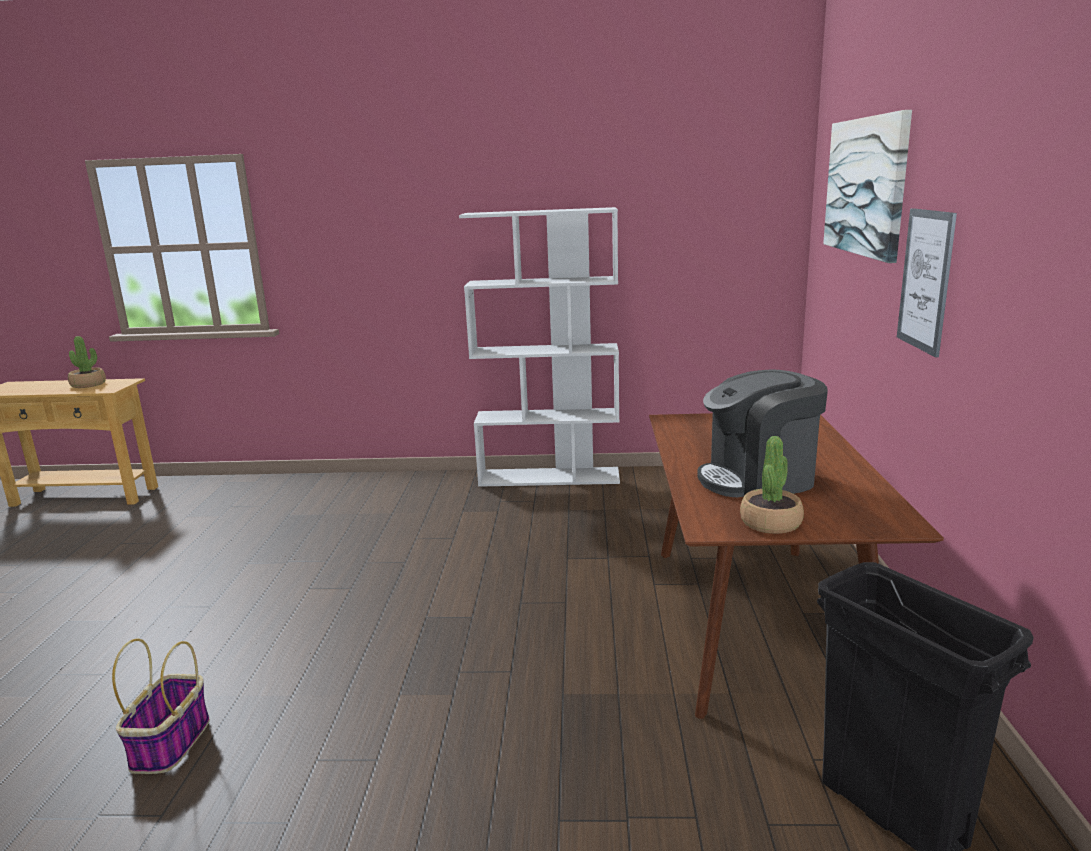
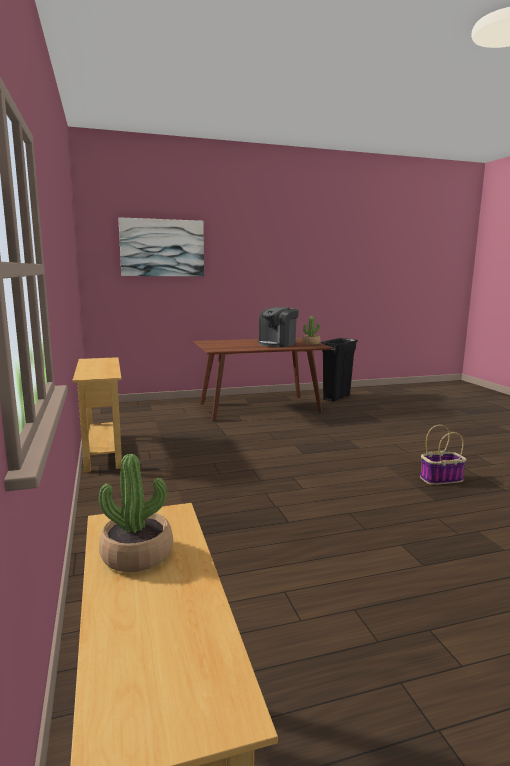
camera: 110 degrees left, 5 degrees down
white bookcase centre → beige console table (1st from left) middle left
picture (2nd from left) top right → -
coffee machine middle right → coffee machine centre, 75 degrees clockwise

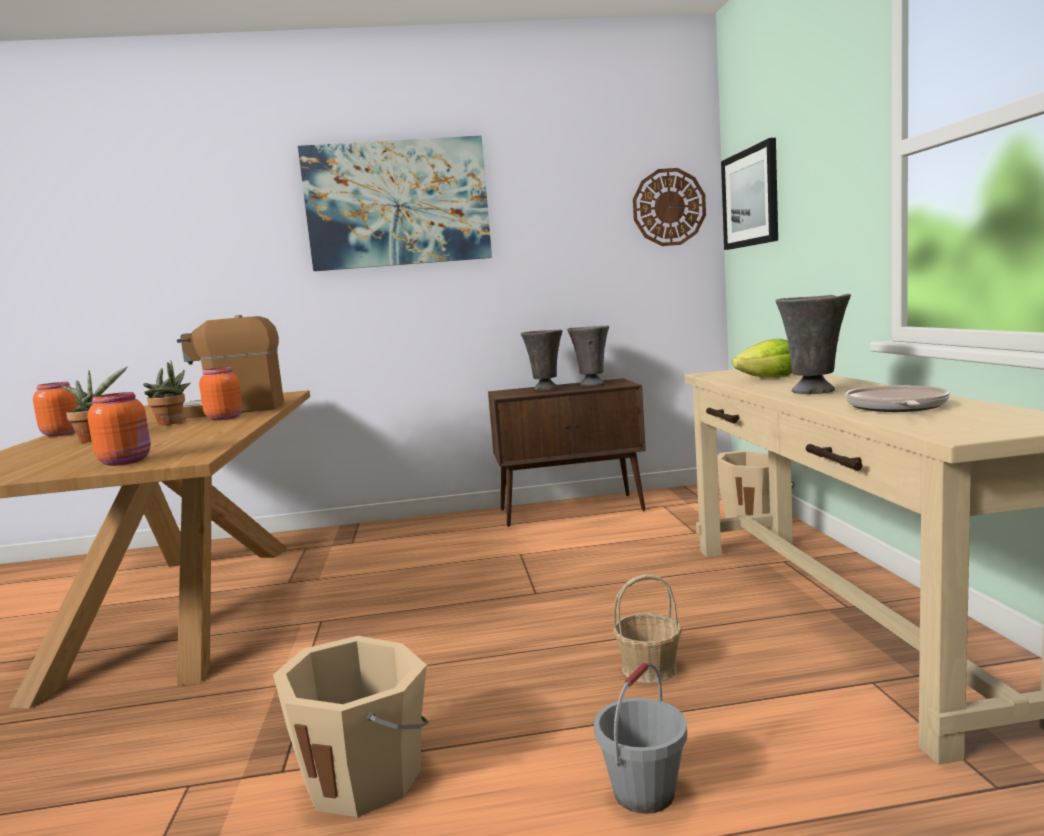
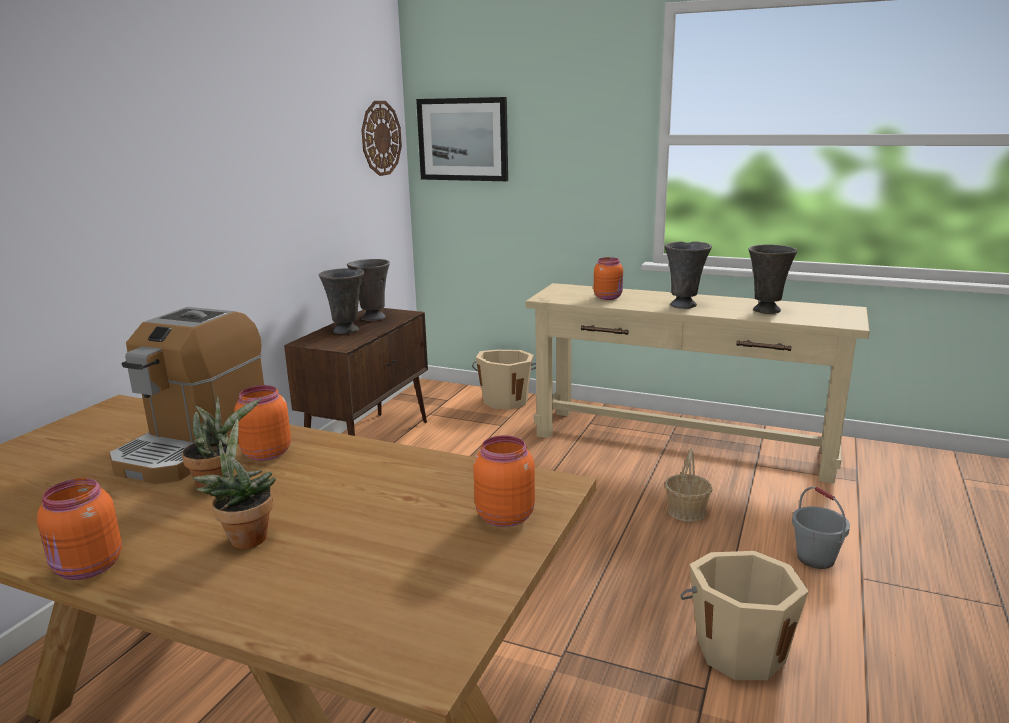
camera: 60 degrees left, 10 degrees up
picture (1st from left) top centre → -
lettuce middle right → orange jar (4th from left) centre
frying pan middle right → grey vase (4th from left) middle right

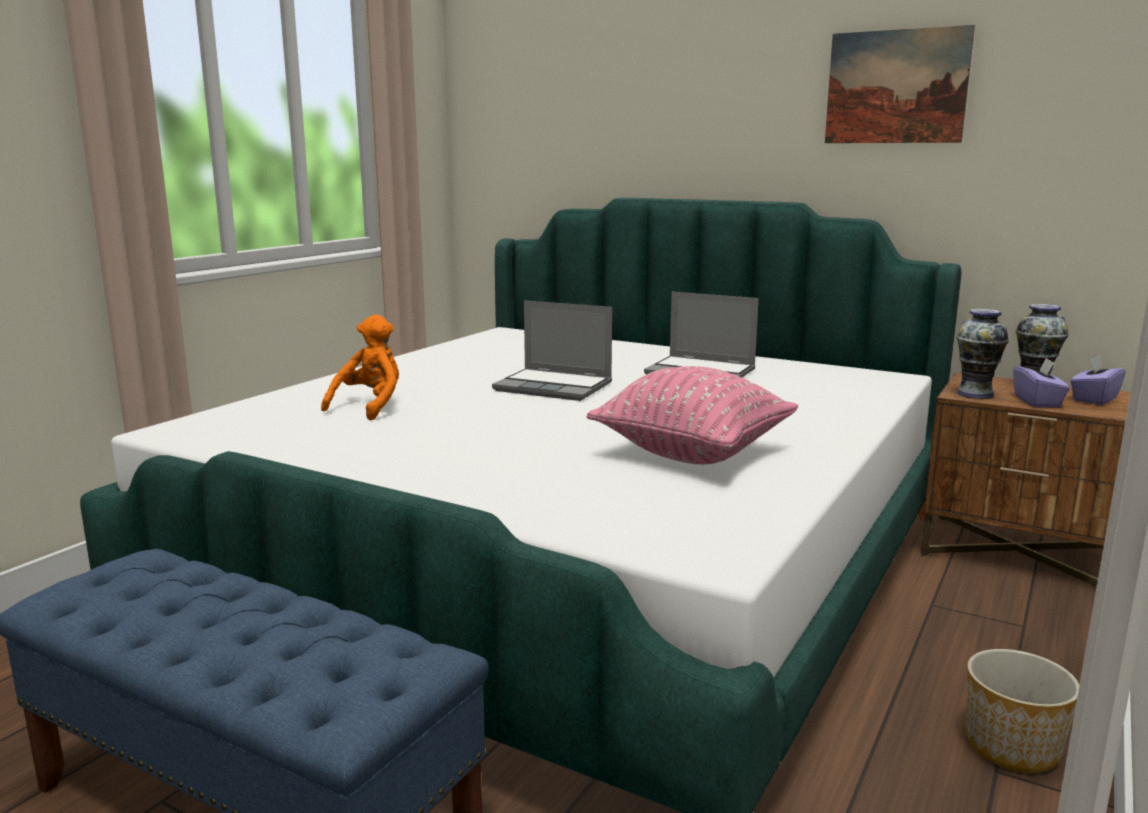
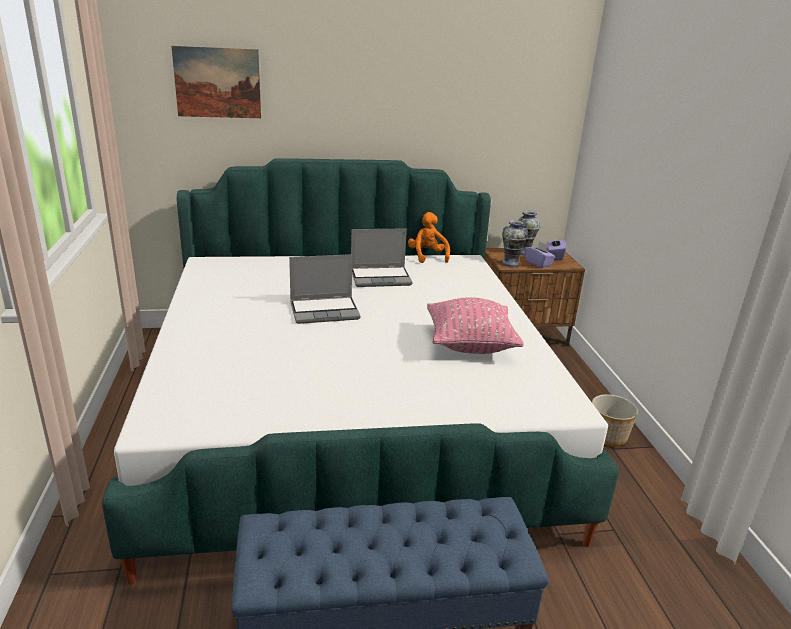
camera: 40 degrees left, 10 degrees up
picture top right → picture top left, move
orange plush toy middle left → orange plush toy centre, move

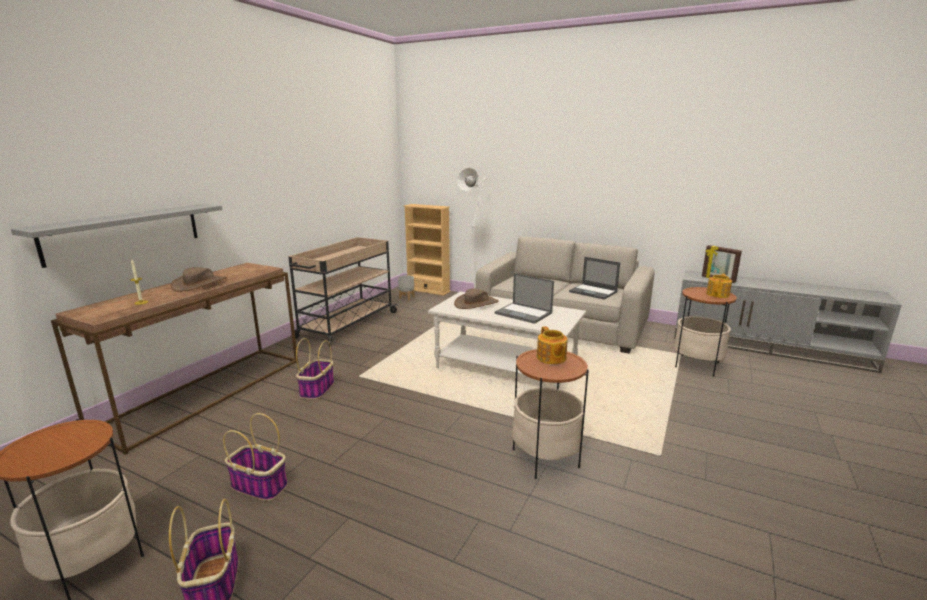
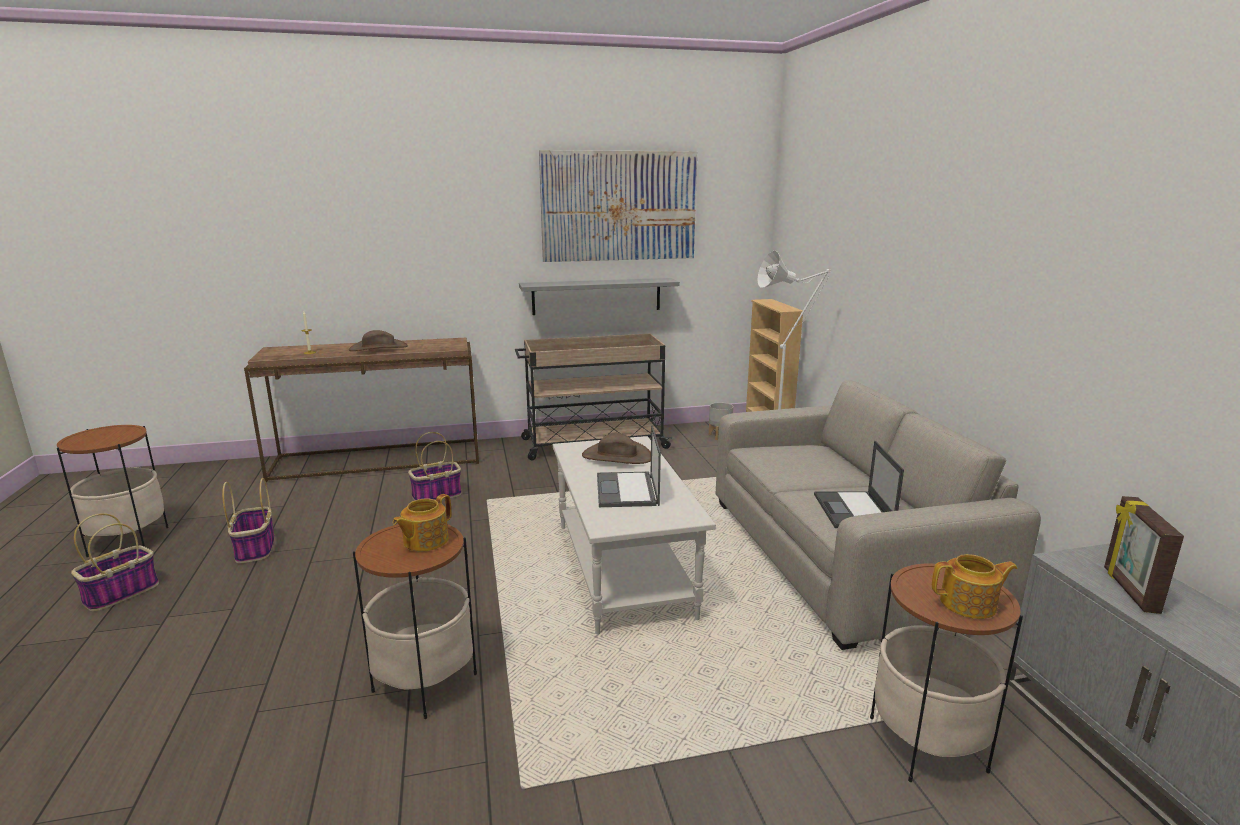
camera: 50 degrees right, 0 degrees up
grey shelf middle left → grey shelf centre, move
- → picture top centre

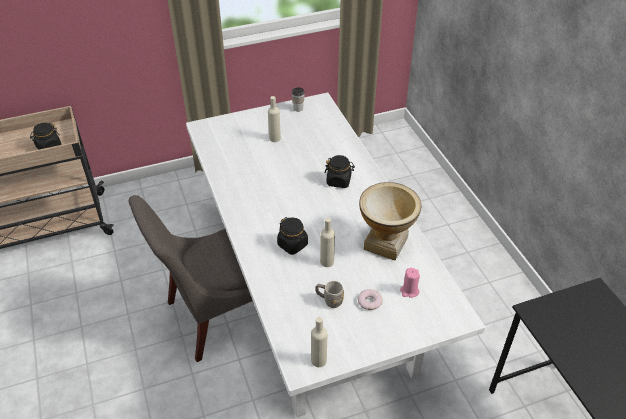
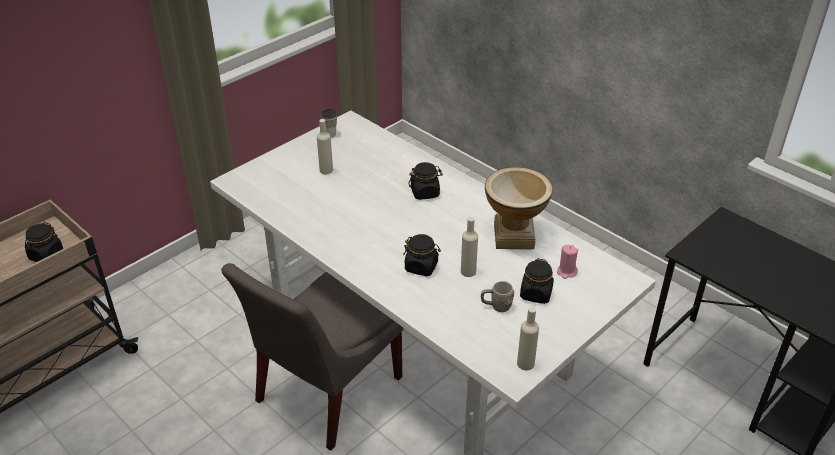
camera: 25 degrees left, 5 degrees down
donut bottom centre → black jar (4th from left) centre

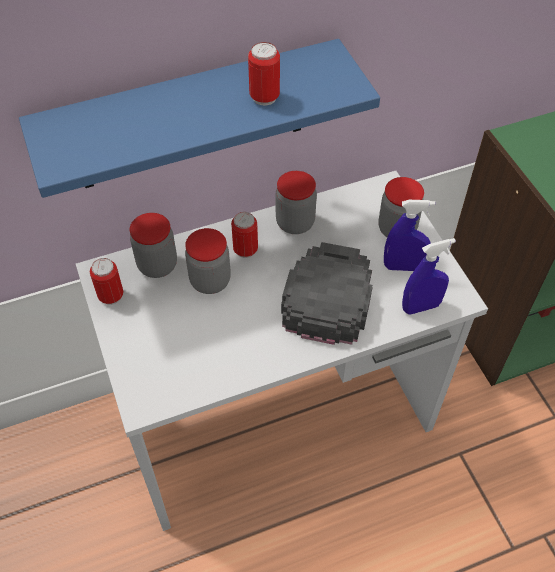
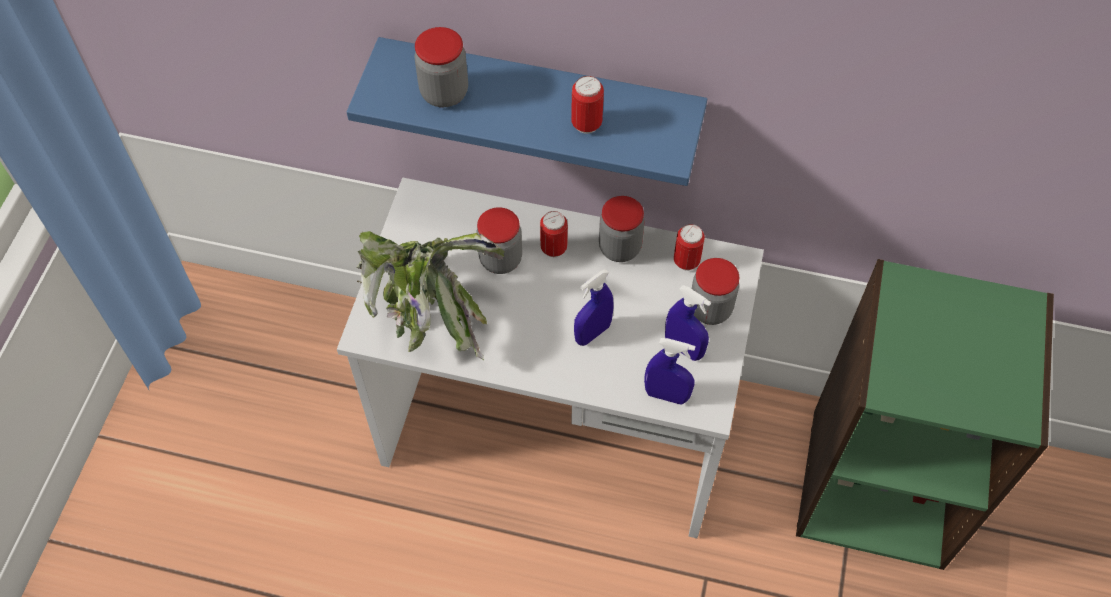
camera: 35 degrees right, 5 degrees up
jar (1st from left) middle left → jar (1st from left) top centre, move
black cap centre → blue spray bottle (1st from left) centre
can (1st from left in the first image) middle left → can (3rd from left) centre, move
- → potted plant centre

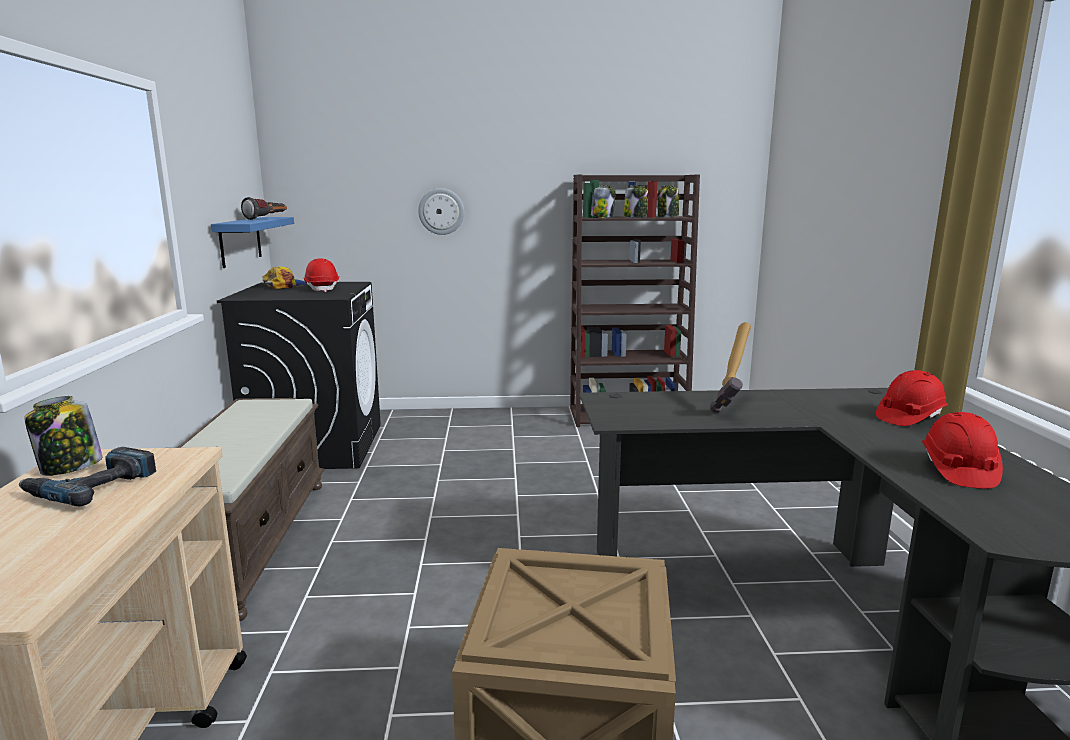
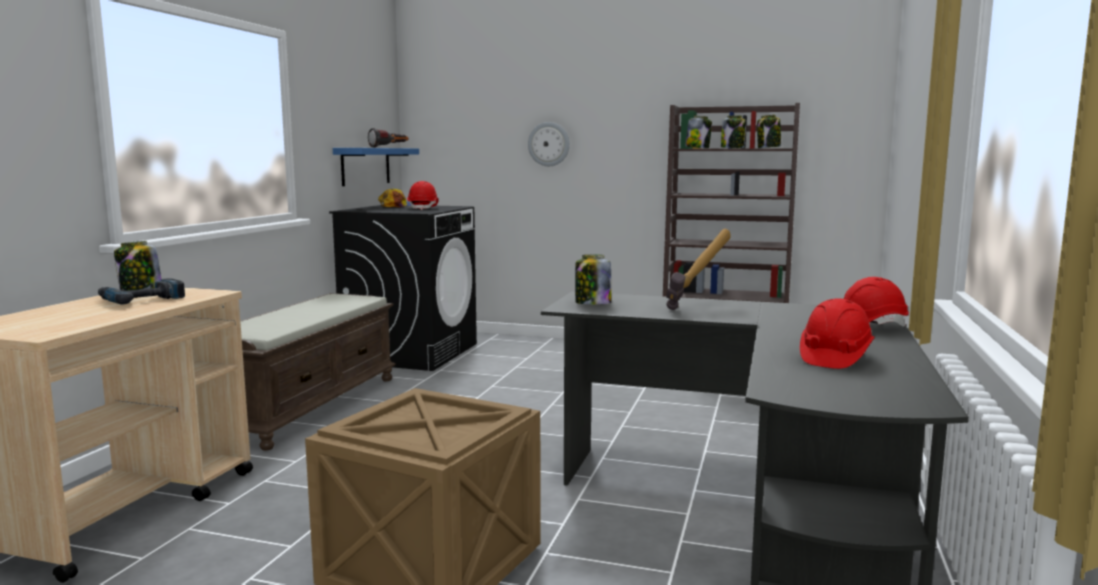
camera: 20 degrees right, 5 degrees down
- → jar (2nd from left) centre

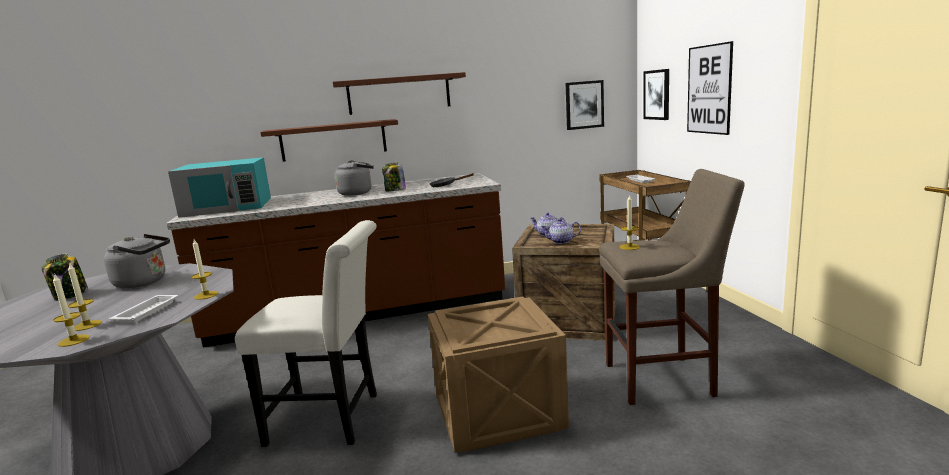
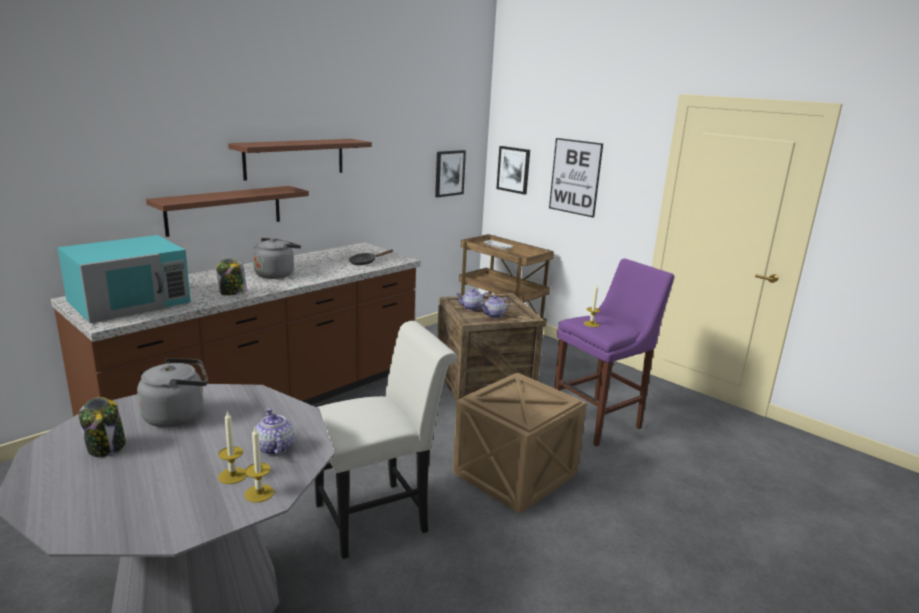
camera: 35 degrees left, 5 degrees up
jar (2nd from left) centre → jar (2nd from left) middle left, move
beige stool middle right → purple stool middle right
candle (3rd from left) middle left → -
white tray (1st from left) middle left → teapot (1st from left) bottom left

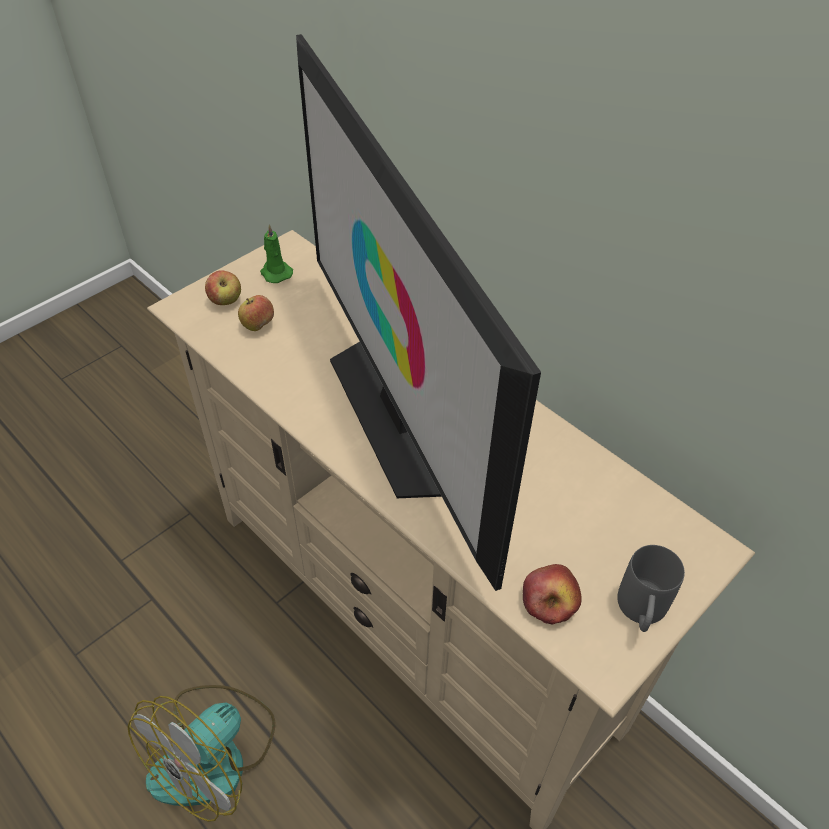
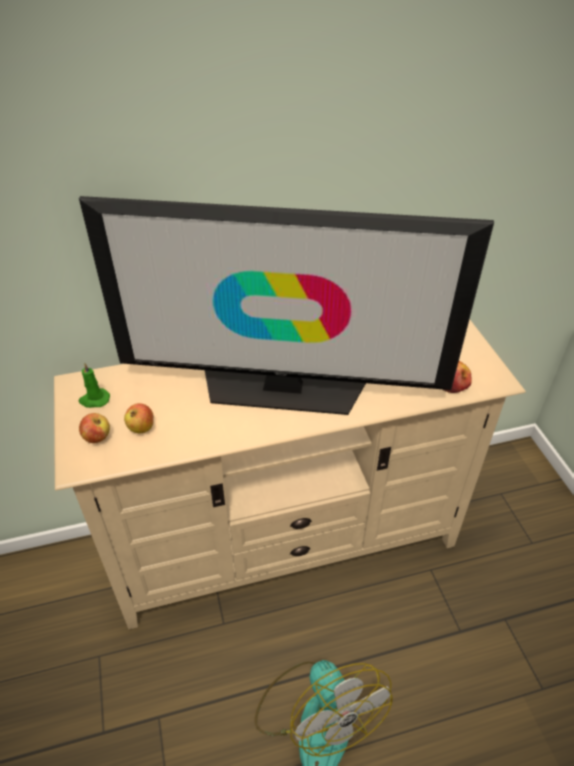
camera: 60 degrees left, 5 degrees down
grey mug bottom right → -

